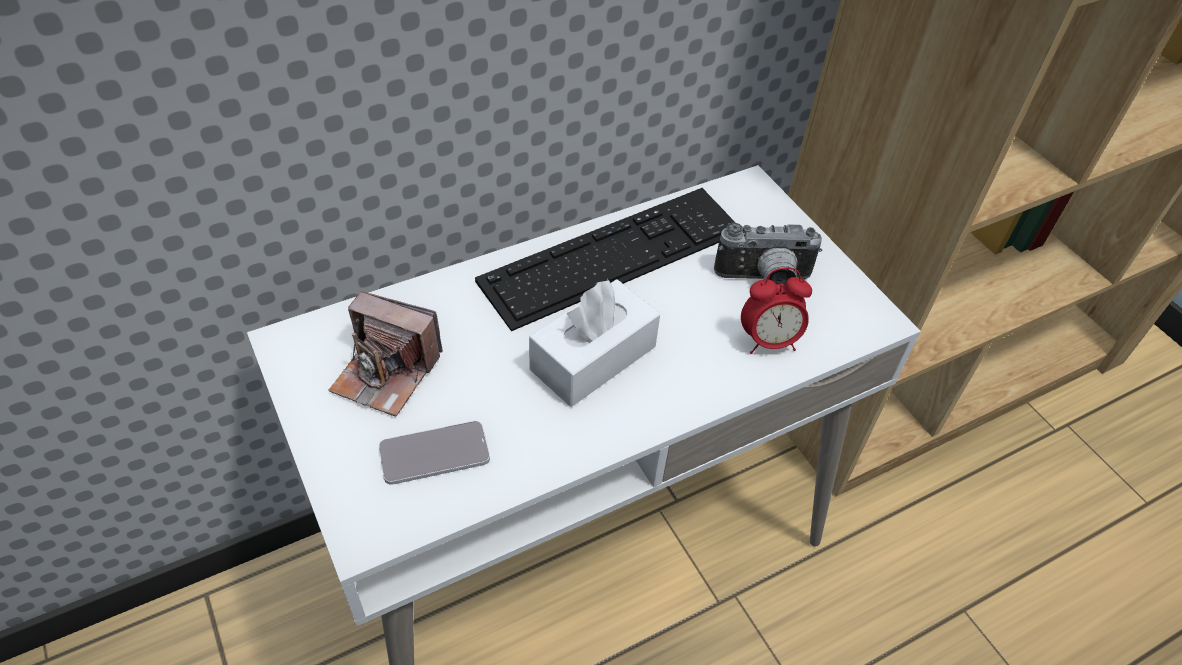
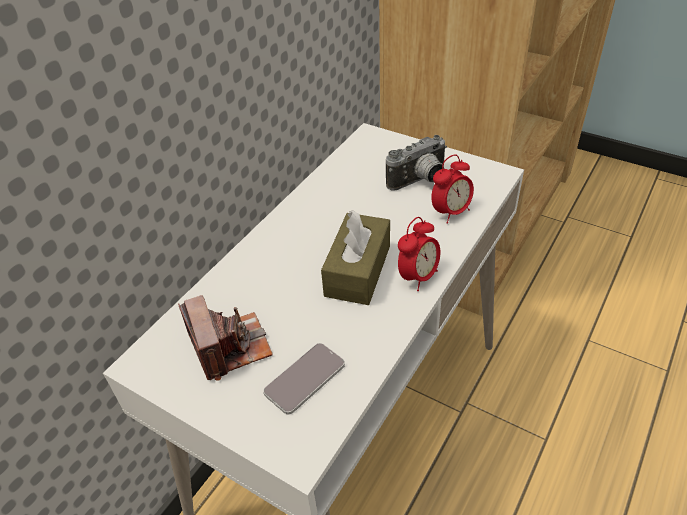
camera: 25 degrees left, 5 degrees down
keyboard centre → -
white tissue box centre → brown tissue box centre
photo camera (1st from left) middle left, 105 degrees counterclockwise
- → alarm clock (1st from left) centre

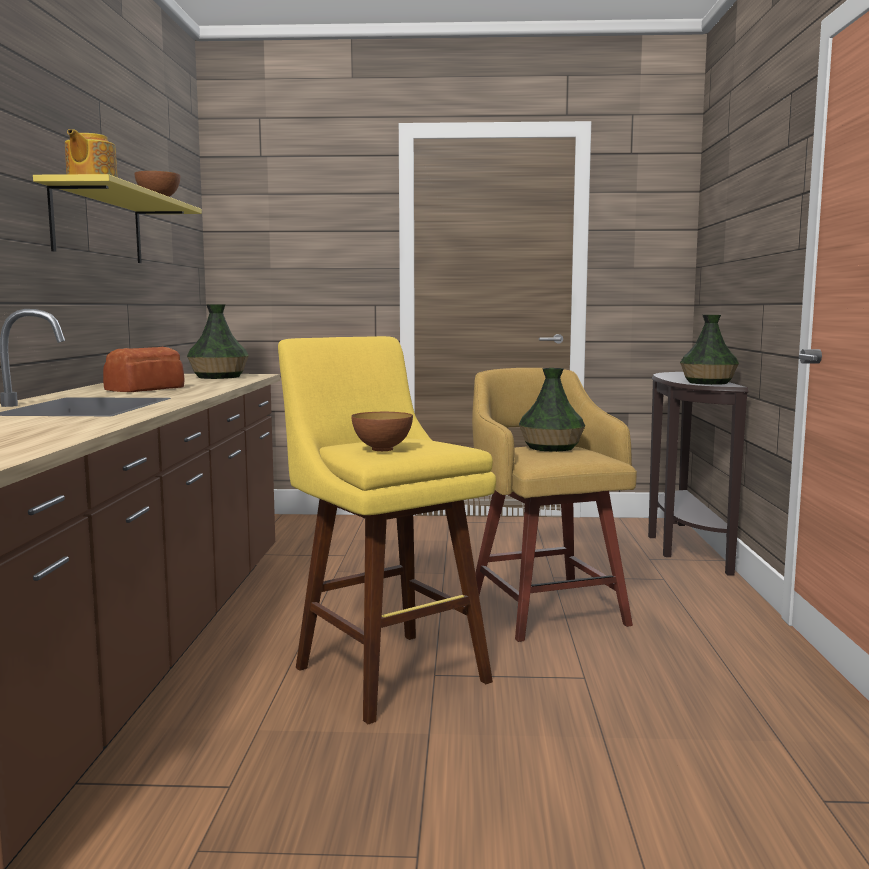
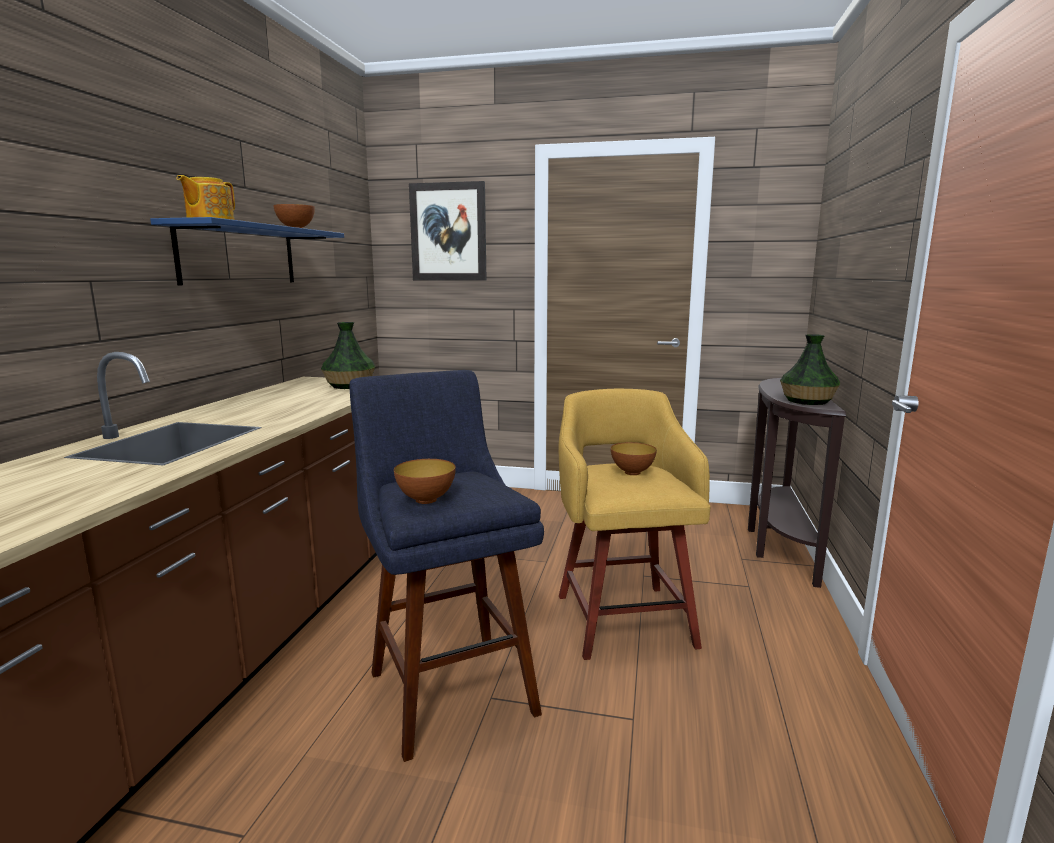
camera: 10 degrees right, 5 degrees up
yellow shelf top left → blue shelf top left
yellow stool (1st from left) centre → blue stool bottom centre
bread middle left → -
vase (2nd from left) centre → bowl (3rd from left) centre
- → picture top centre

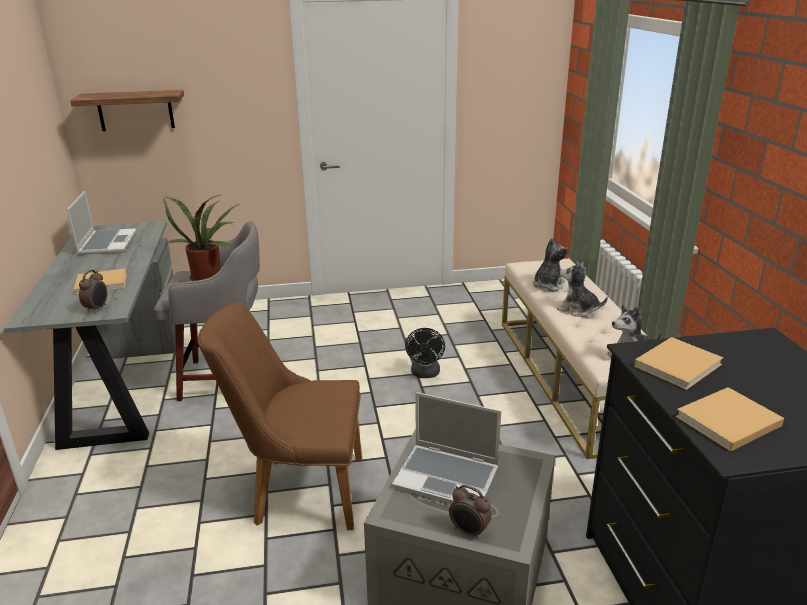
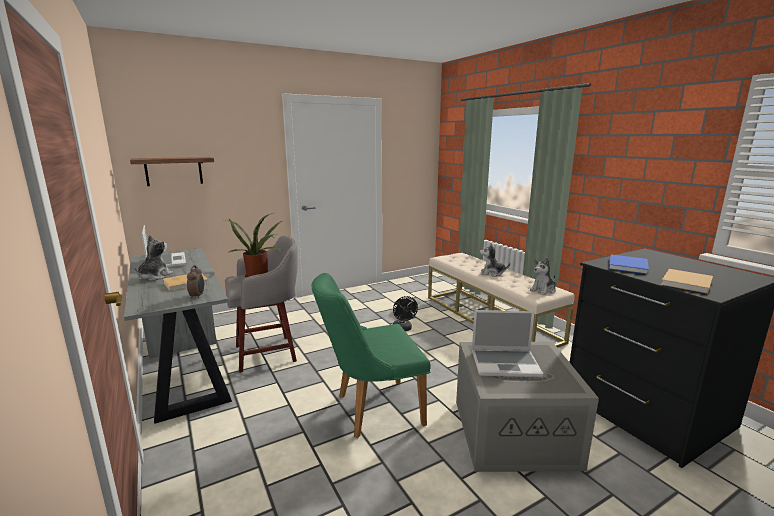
camera: 20 degrees left, 10 degrees down
plush toy (1st from left) middle right → plush toy (1st from left) middle left, move
brown chair bottom centre → green chair bottom centre
beige book (2nd from left) middle right → blue book middle right
alarm clock (2nd from left) bottom centre → -

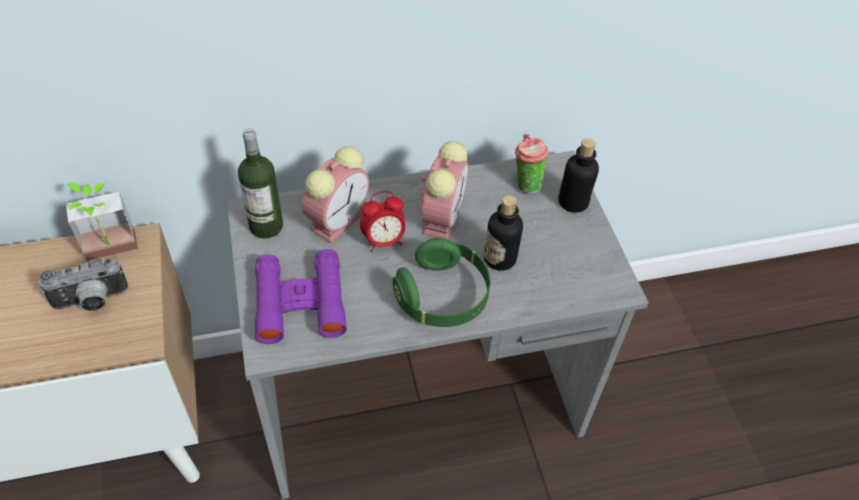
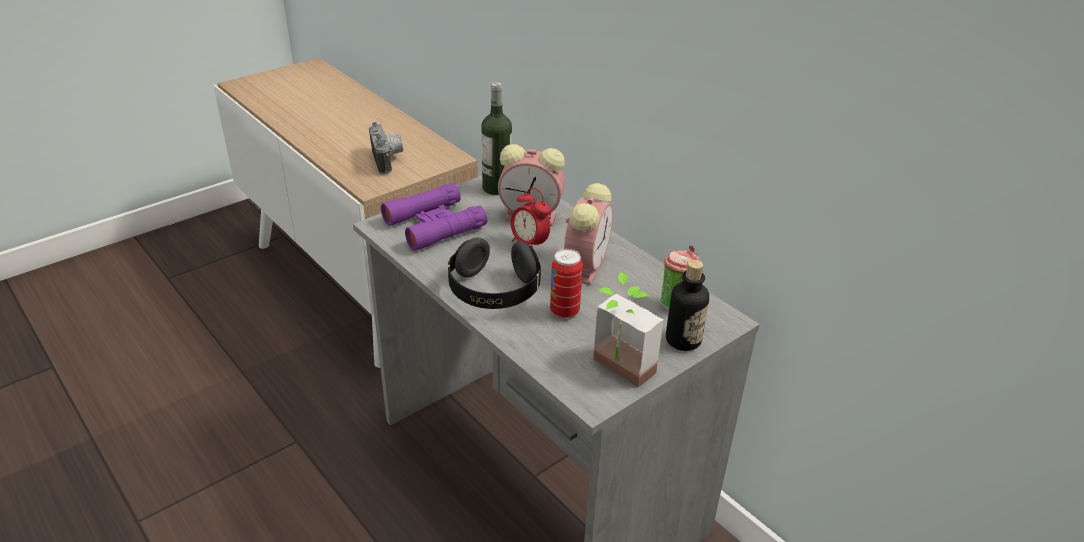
camera: 65 degrees right, 15 degrees down
alarm clock (3rd from left) centre, 60 degrees counterclockwise
potted plant middle left → potted plant centre, move
bottle (2nd from left) centre → can centre
green headphones centre → black headphones centre
photo camera middle left → photo camera top centre, 150 degrees counterclockwise

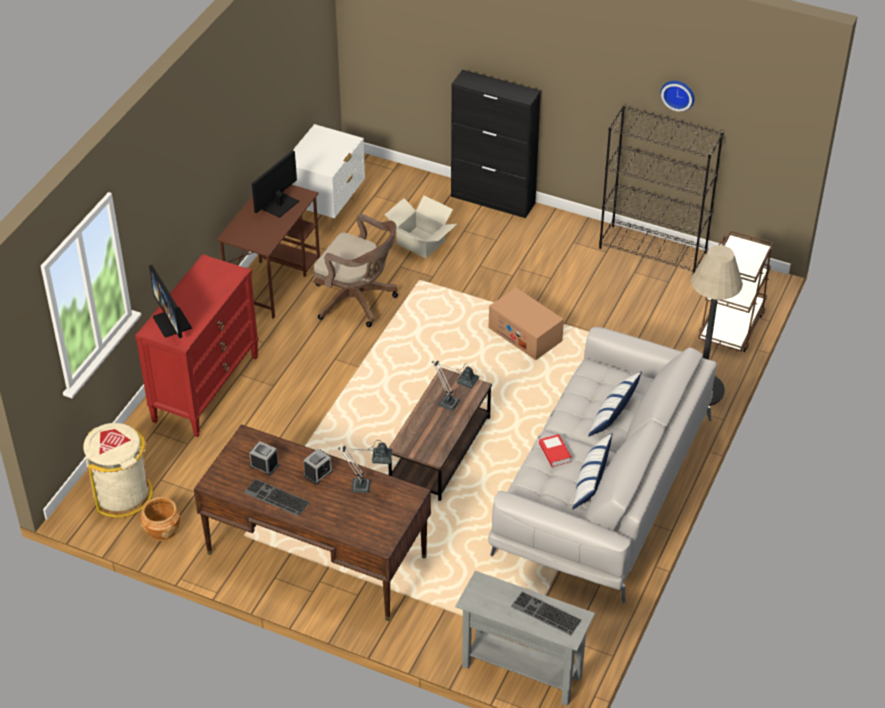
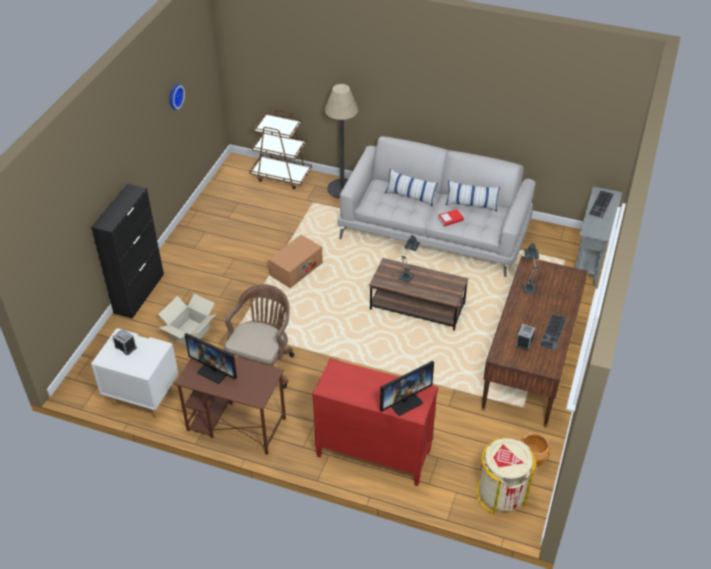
camera: 95 degrees left, 0 degrees up
black bookcase top right → -
alarm clock (2nd from left in the first image) centre → alarm clock (1st from left) middle left, move

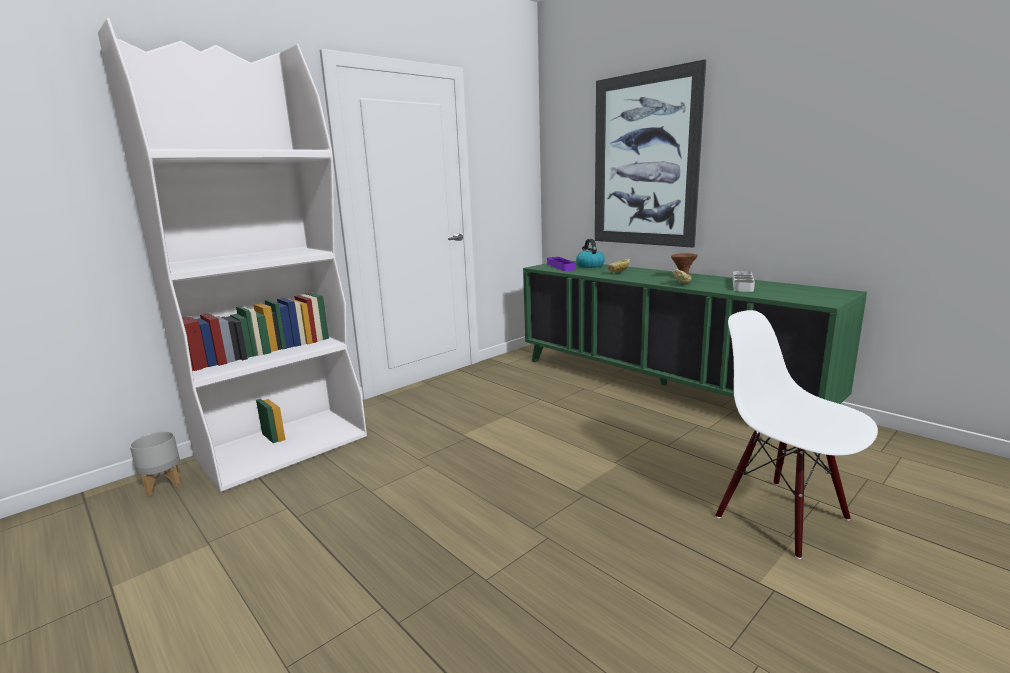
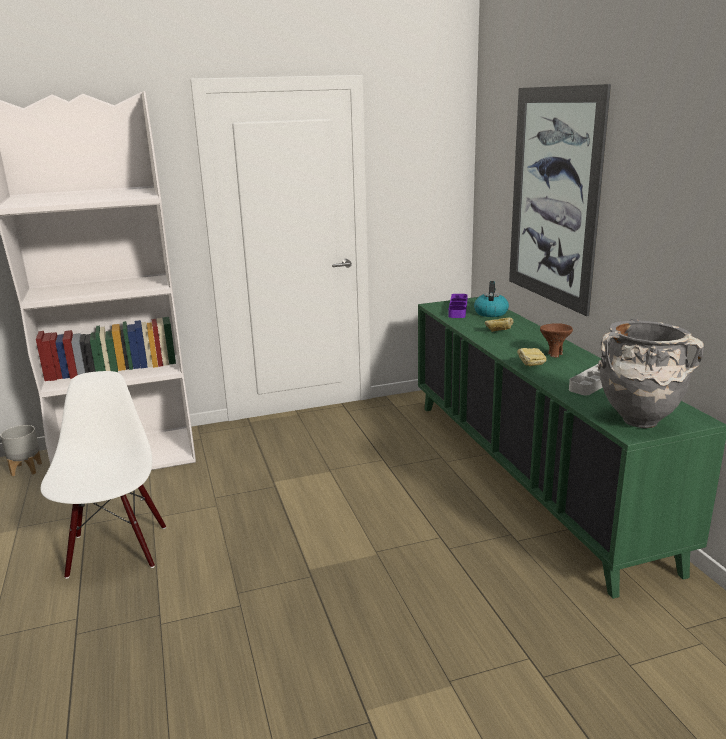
camera: 25 degrees right, 5 degrees up
white chair middle right → white chair middle left, move
- → grey vase middle right

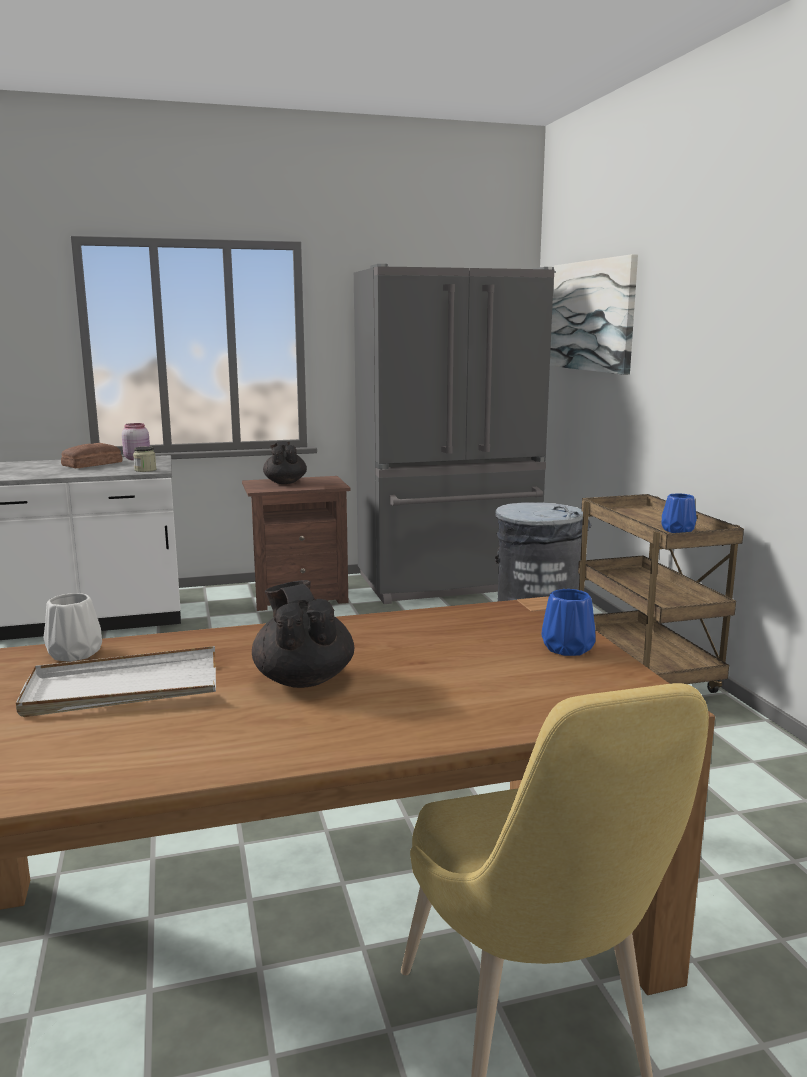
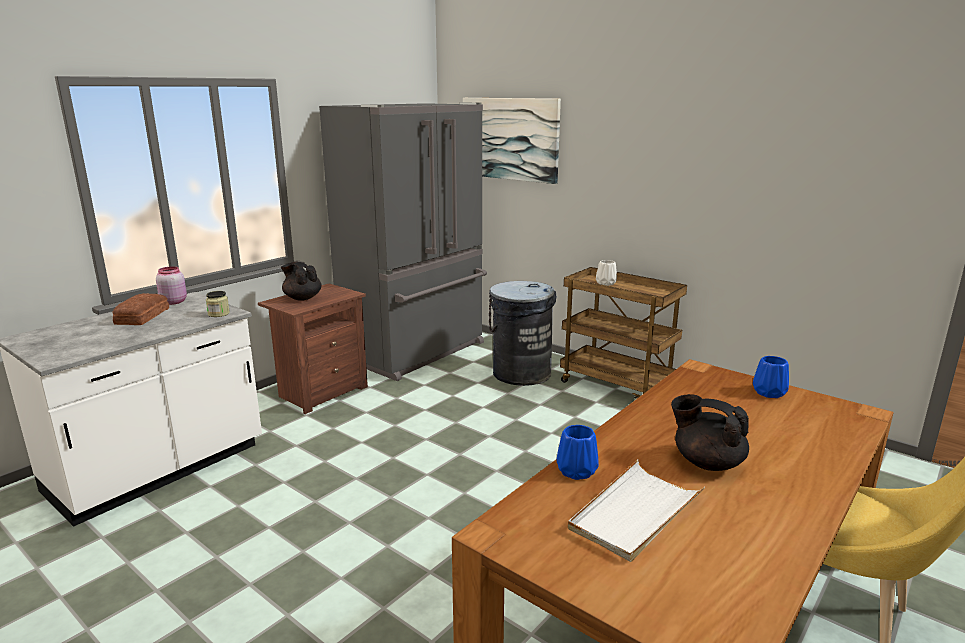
camera: 35 degrees left, 5 degrees up
blue vase (2nd from left in the first image) middle right → blue vase (1st from left) bottom centre, move
white vase middle left → white vase centre, move

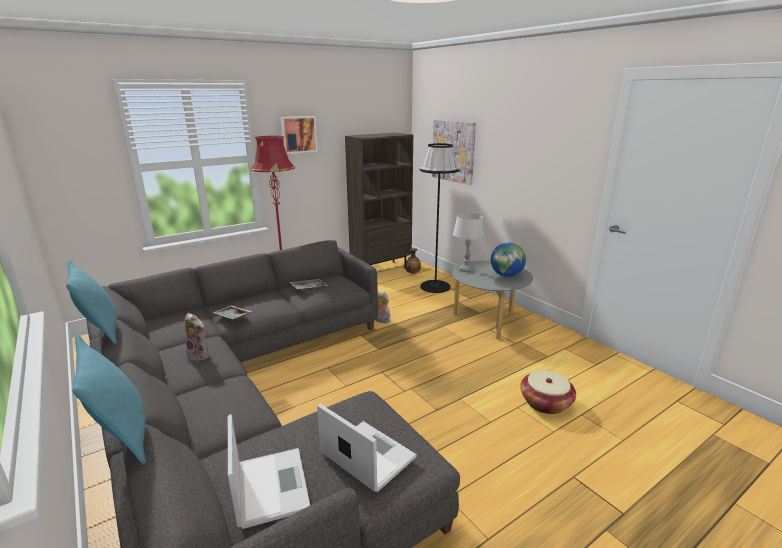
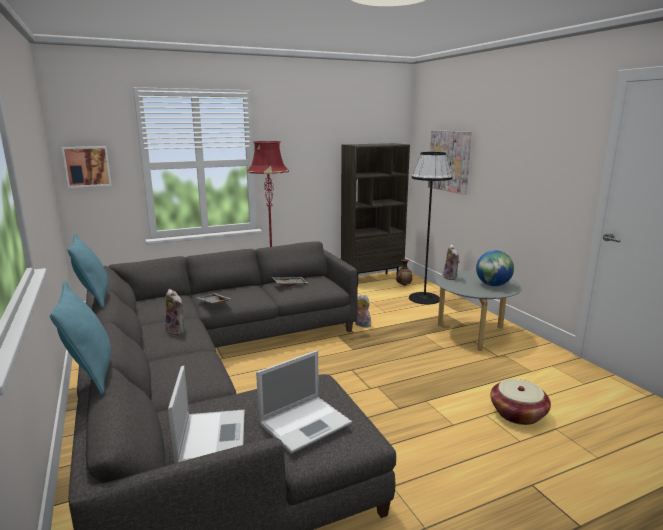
camera: 10 degrees right, 5 degrees down
picture (1st from left) top centre → picture (1st from left) top left, move
grey table lamp centre → plush toy (3rd from left) middle right
laptop (2nd from left) bottom centre, 90 degrees clockwise

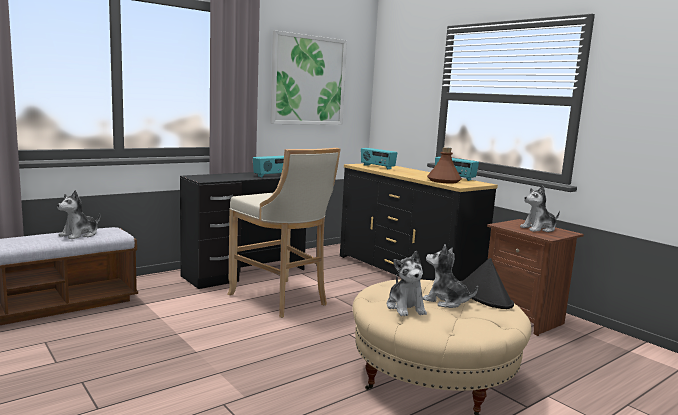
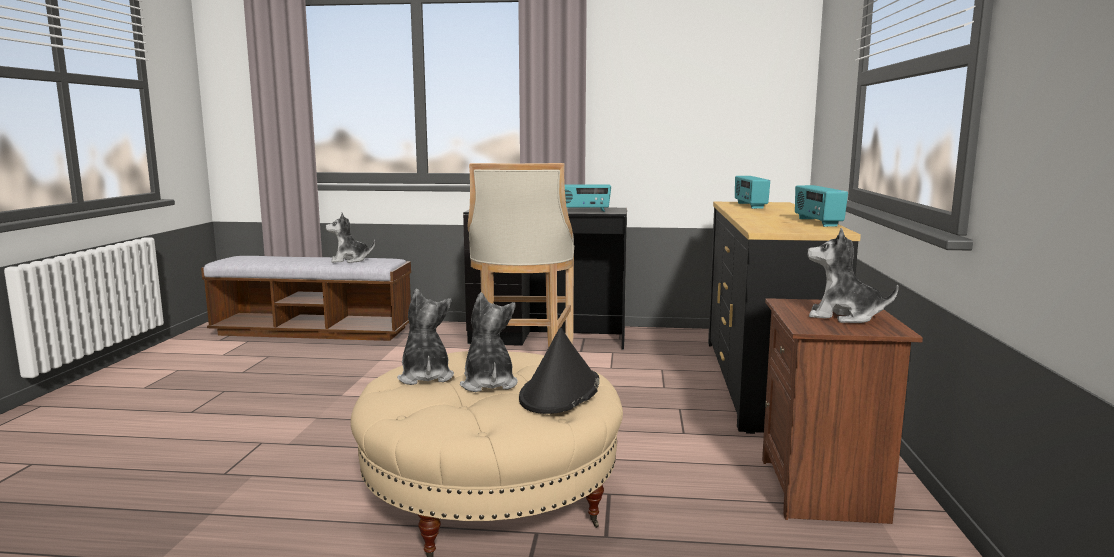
camera: 45 degrees right, 0 degrees up
picture top centre → -
brown bottle centre → -
plush toy (2nd from left) bottom centre → plush toy (2nd from left) centre, 135 degrees clockwise

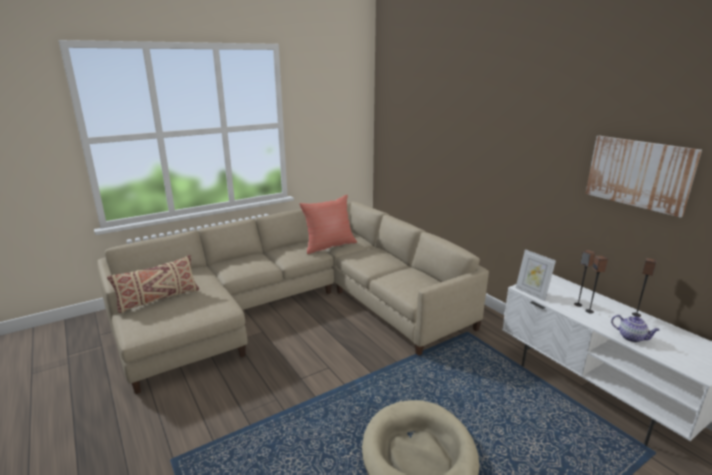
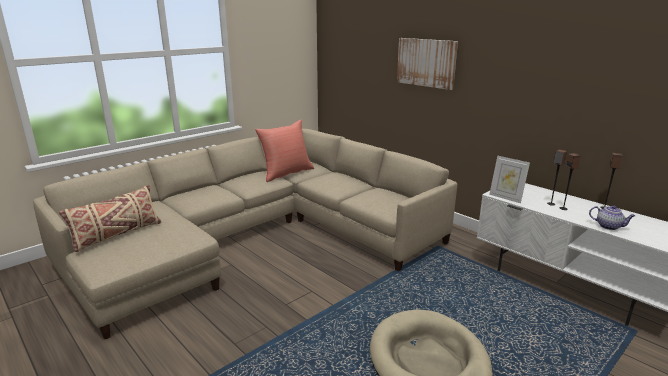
camera: 10 degrees left, 0 degrees up
picture middle right → picture top centre, move

